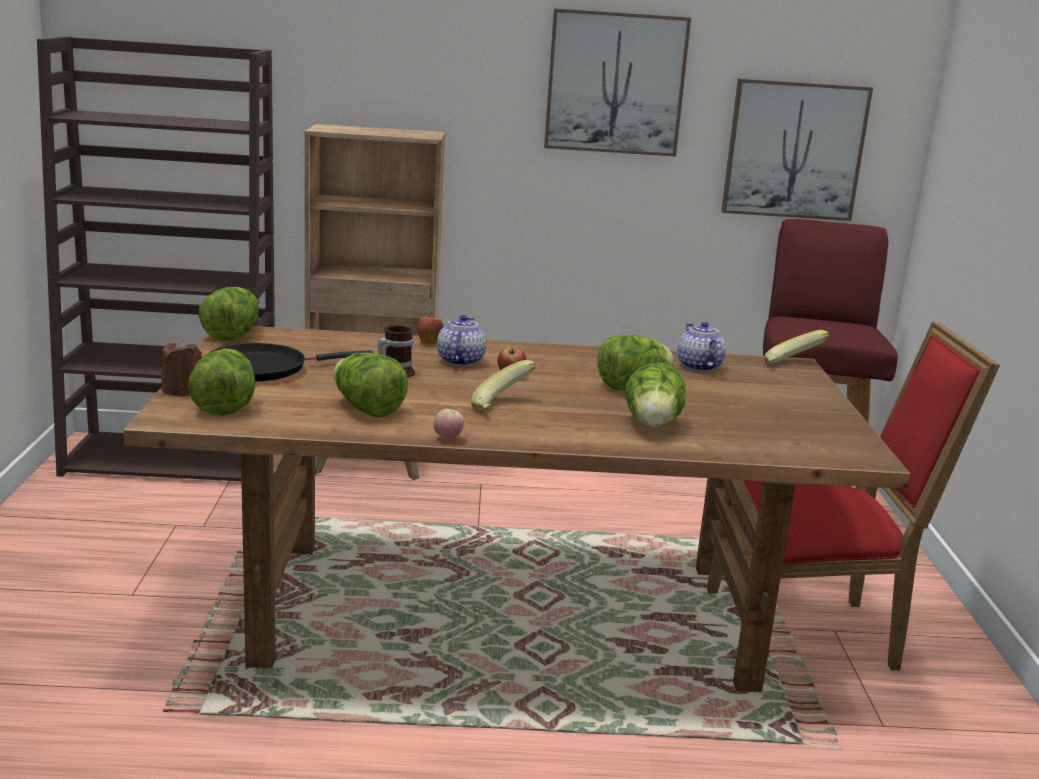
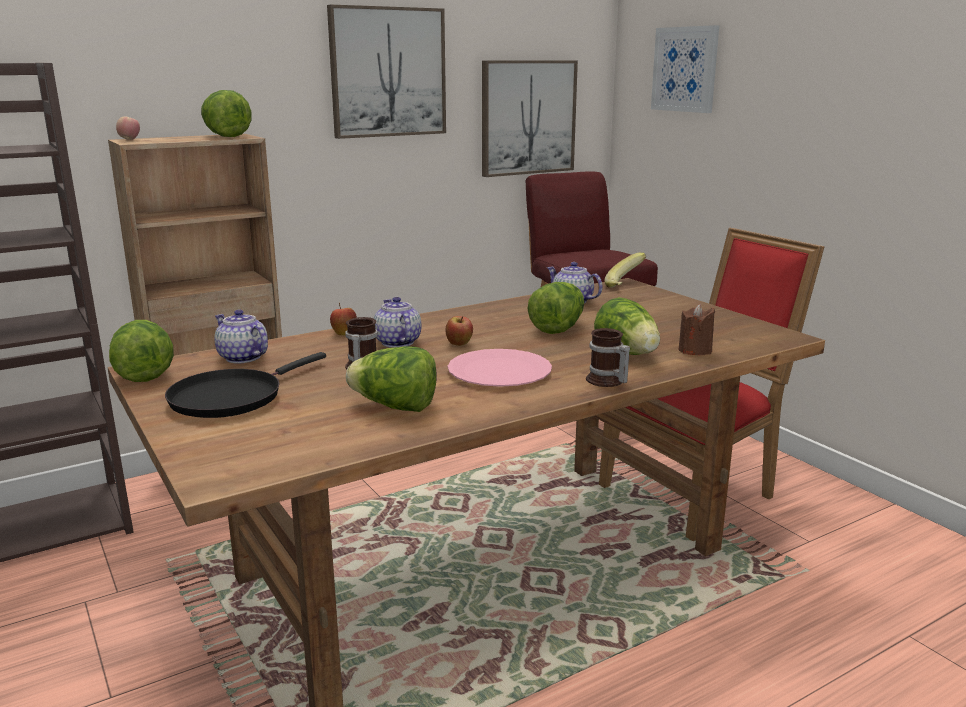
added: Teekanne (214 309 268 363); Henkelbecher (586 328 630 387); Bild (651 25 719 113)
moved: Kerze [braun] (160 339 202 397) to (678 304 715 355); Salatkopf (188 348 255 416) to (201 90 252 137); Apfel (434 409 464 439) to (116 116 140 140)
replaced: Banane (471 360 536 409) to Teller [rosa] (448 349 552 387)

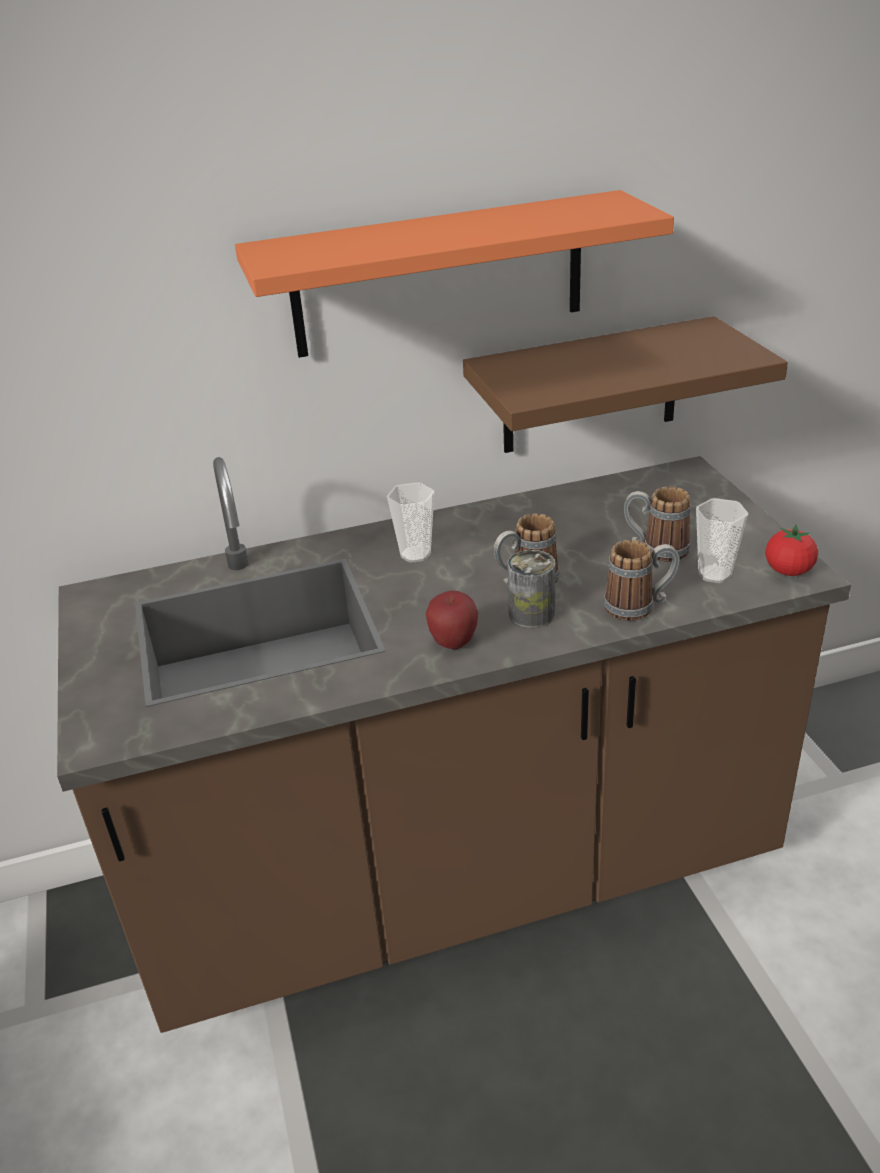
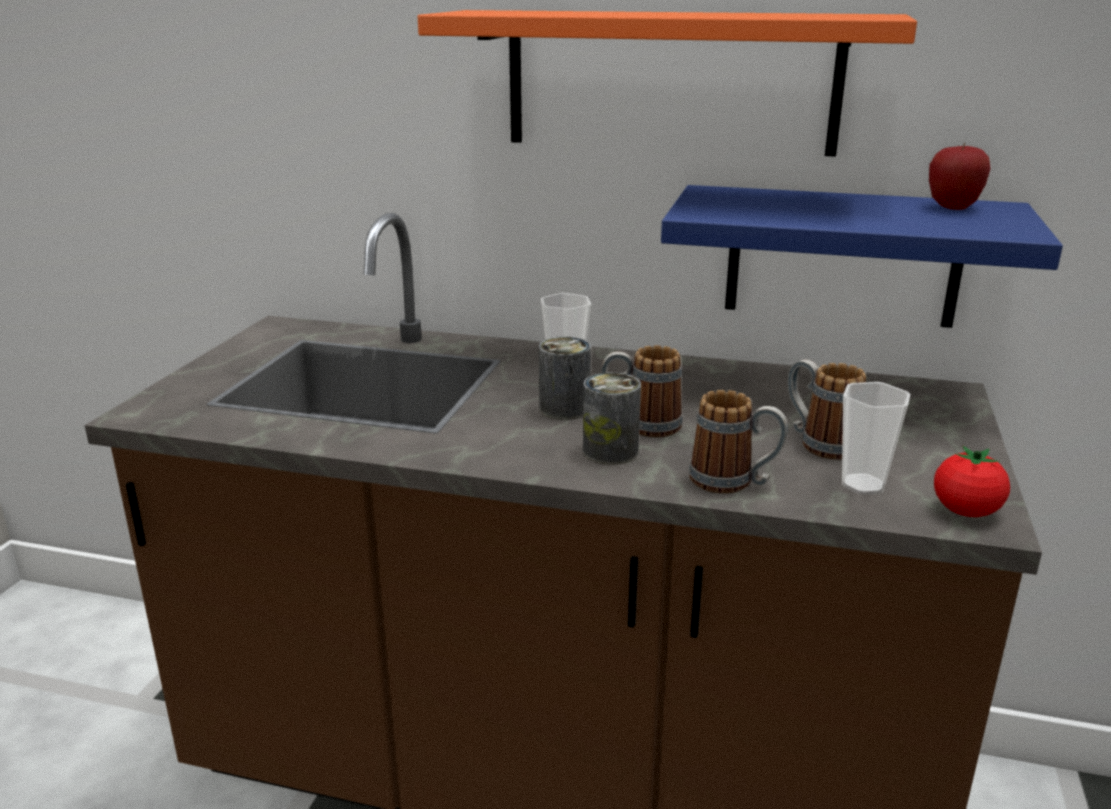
added: Dose (539 337 591 420)
moved: Apfel (426 590 478 649) to (929 143 990 210)
recoloured: Wandregal [braun] (463 316 788 453) to Wandregal [blau] (661 185 1063 328)

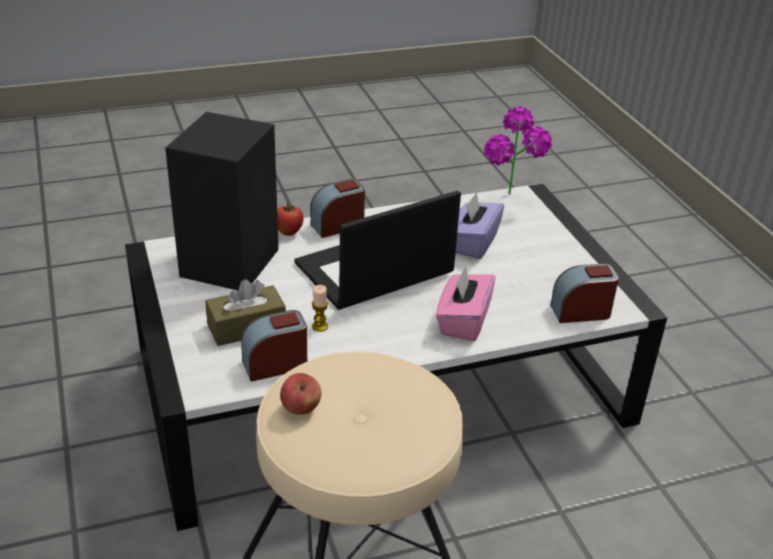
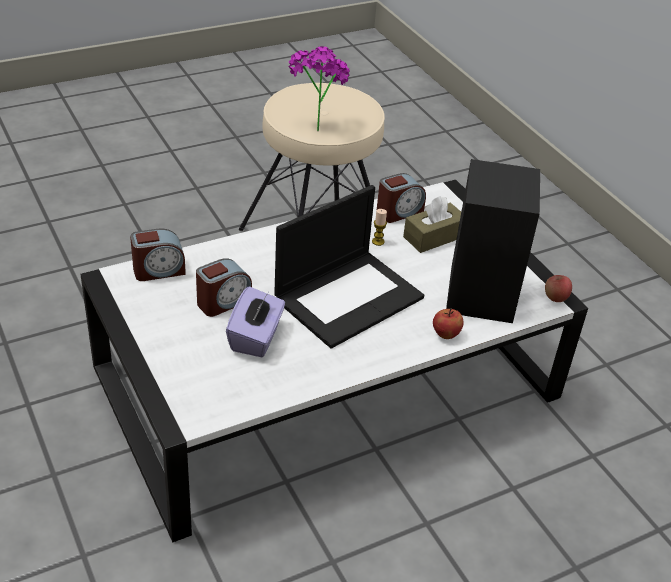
removed: Taschentuchbox [rosa] (436 266 495 341)
moved: Apfel (280 373 321 415) to (545 275 572 302); Wecker (311 179 365 238) to (196 258 252 317); Topfpflanze (484 106 552 195) to (289 46 350 132)

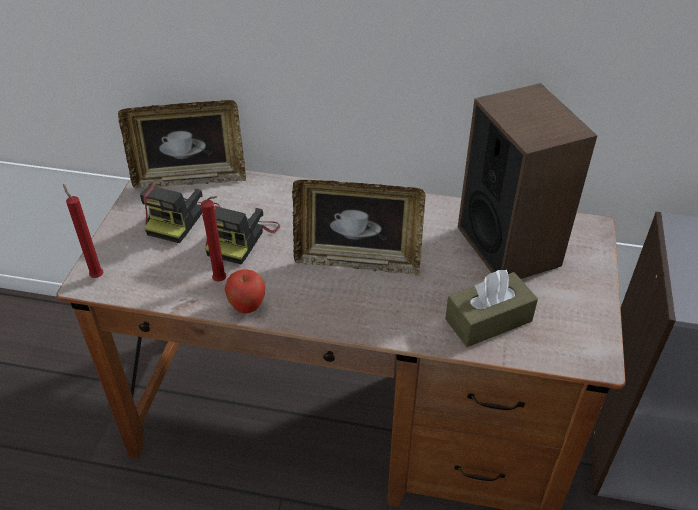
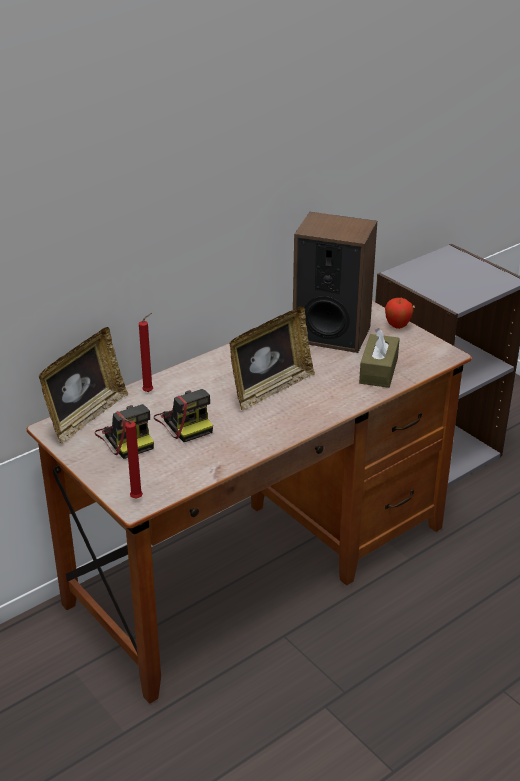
moved: Kerze [rot] (201 196 227 282) to (139 313 153 392); Apfel (225 269 265 314) to (385 298 413 329)

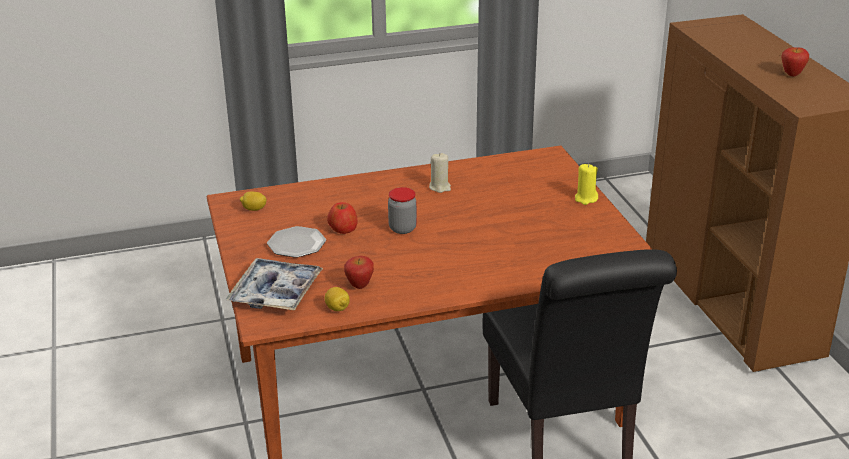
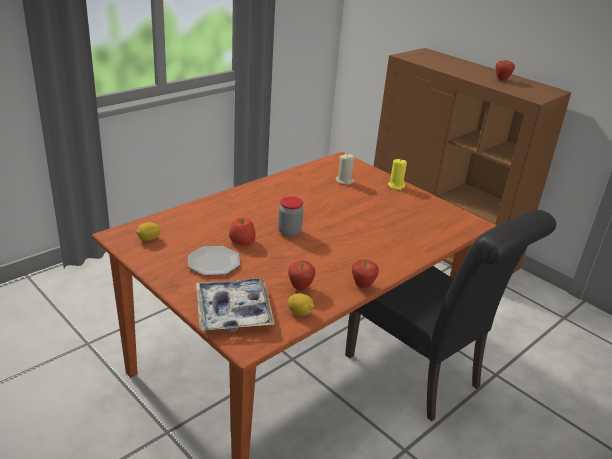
added: Apfel (352 259 379 288)
moved: Kerze [beige] (429 153 451 193) to (335 154 355 185)

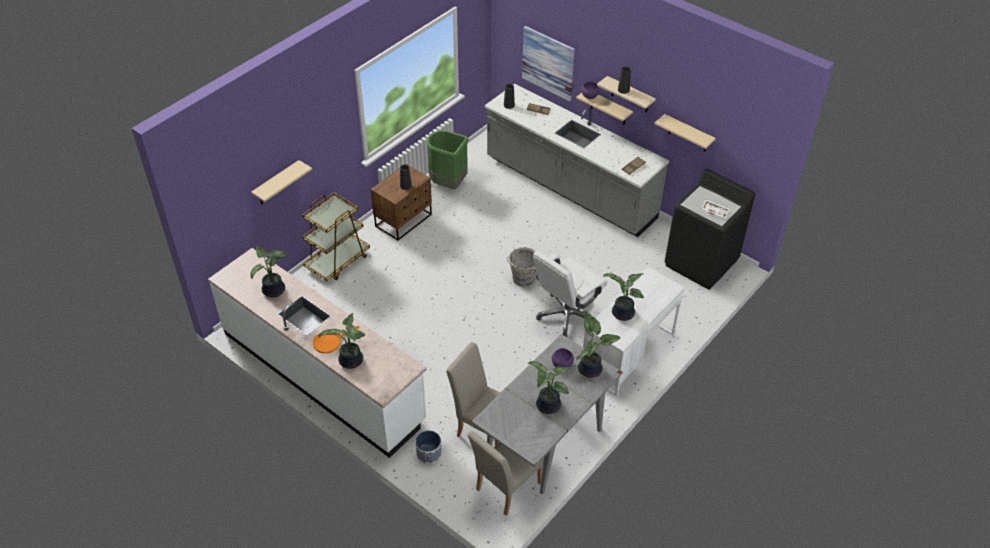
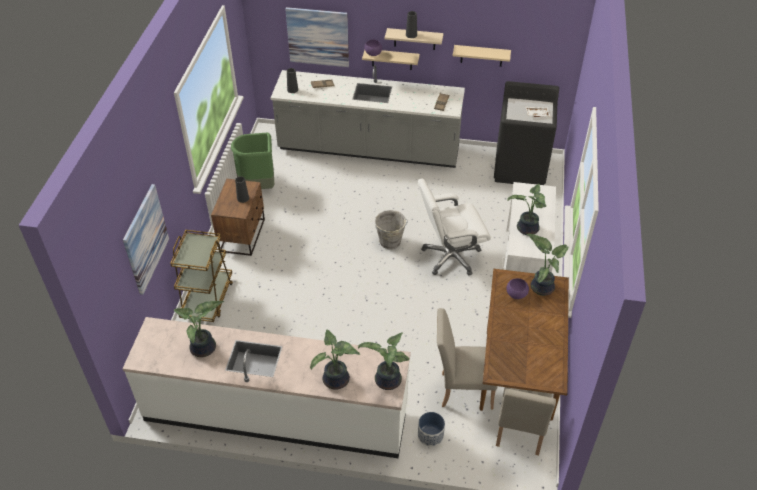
removed: Pfanne [orange] (313 326 359 354)
moved: Topfpflanze (528 361 572 414) to (358 332 409 390)
replaced: Wandregal [beige] (251 160 312 204) to Bild (123 184 169 295)
recoloured: Esstisch [grau] (471 334 623 494) to Esstisch [braun] (479 269 569 421)
turned: Bürostuhl [weiß] (533 251 608 337) = (418 179 491 276) 60 degrees clockwise

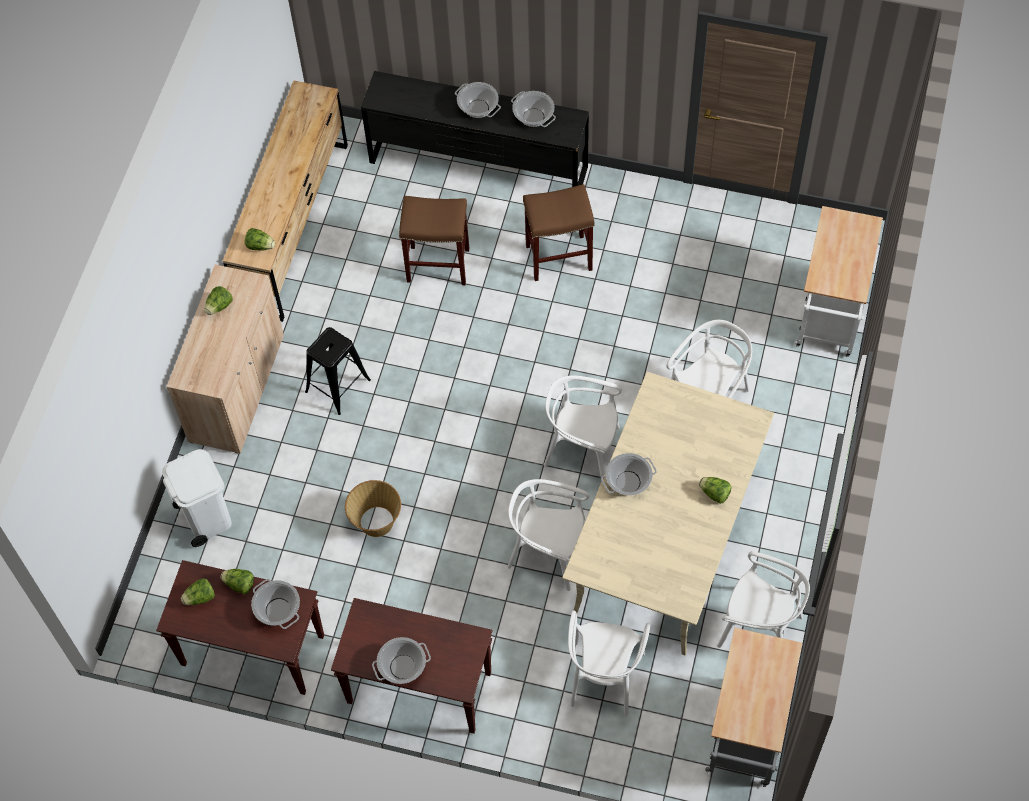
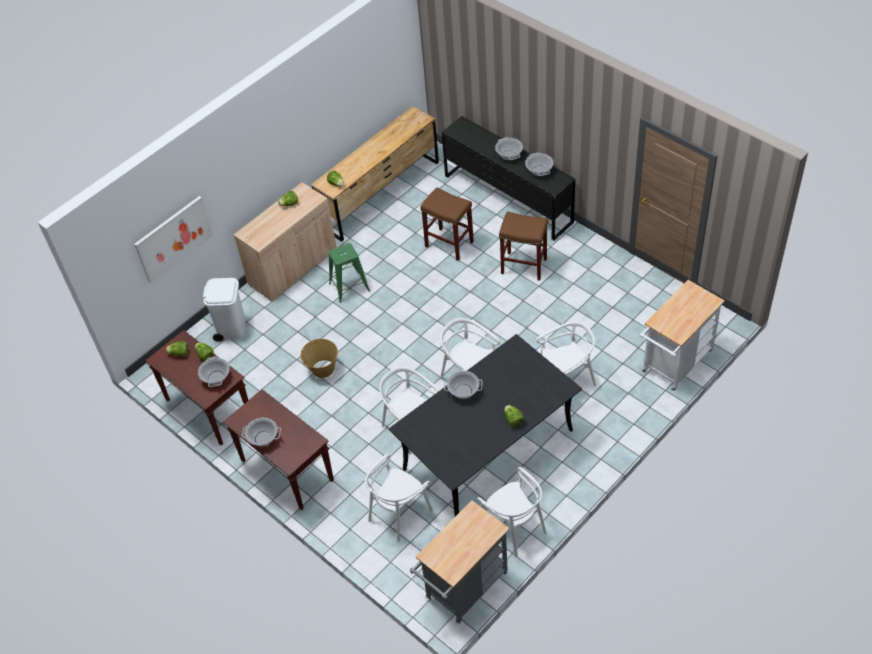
added: Bild (134 196 213 283)
recoloured: Hocker [schwarz] (305 327 371 415) to Hocker [grün] (329 243 370 303); Esstisch [beige] (562 372 774 655) to Esstisch [schwarz] (389 334 582 517)

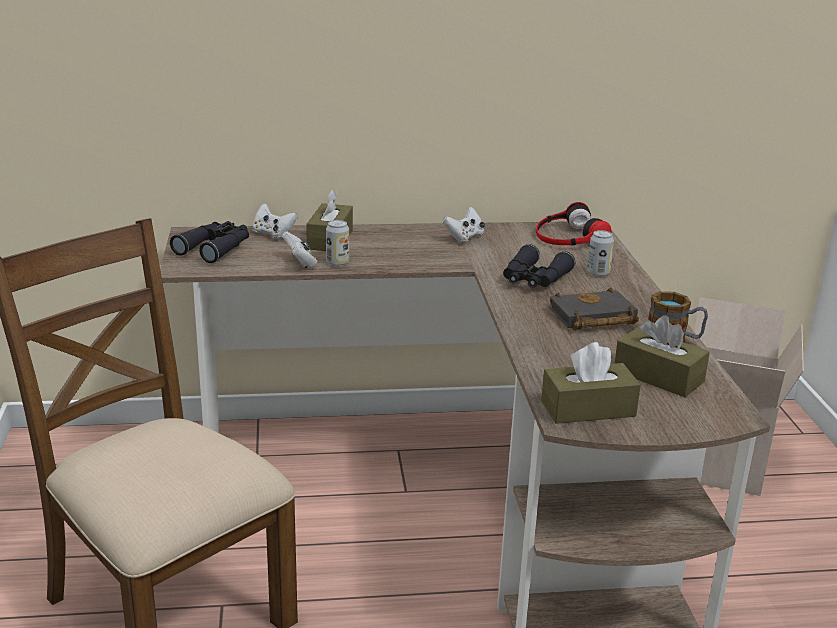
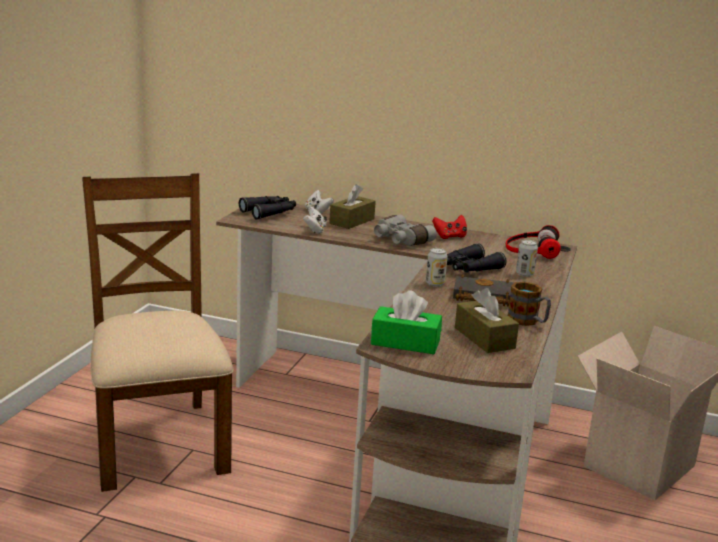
added: Fernglas [grau] (374 215 437 246)
moved: Dose (326 220 349 266) to (426 248 448 287)
recoloured: Gamepad [weiß] (443 207 485 243) to Gamepad [rot] (432 215 467 239); Taschentuchbox [braun] (541 342 641 424) to Taschentuchbox [grün] (371 290 442 354)

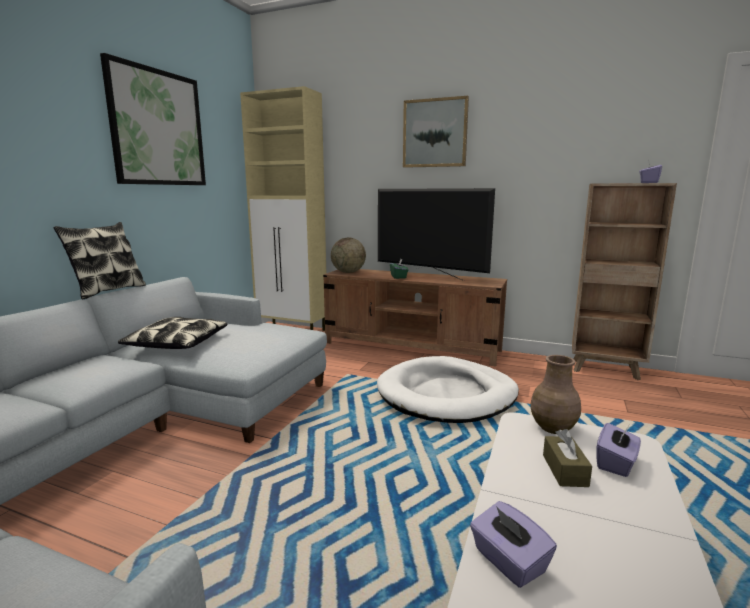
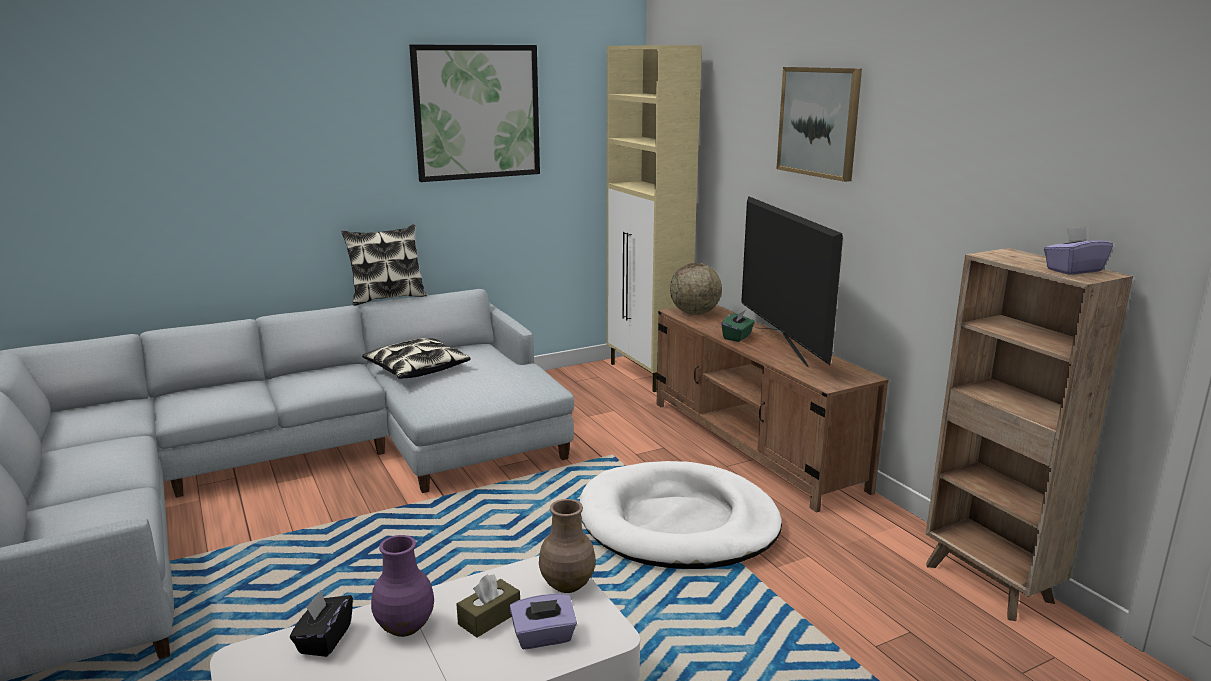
added: Vase [lila] (371 535 434 637)
recoloured: Taschentuchbox [lila] (470 501 557 588) to Taschentuchbox [schwarz] (290 590 353 657)

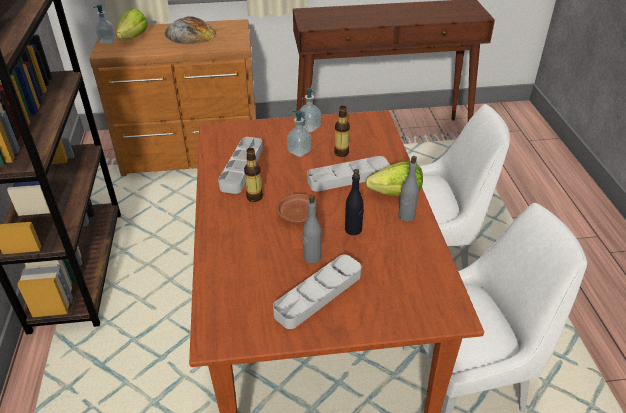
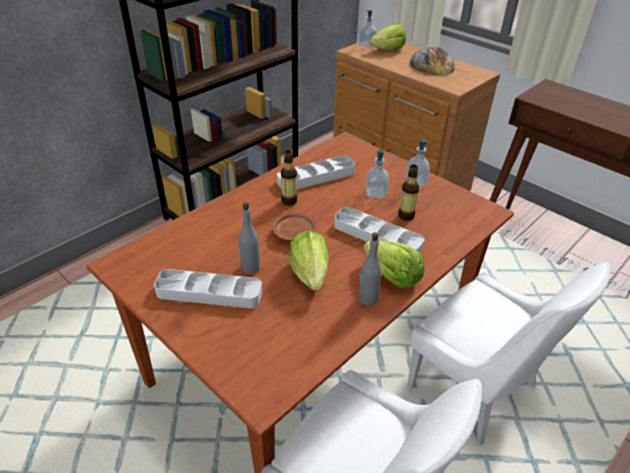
replaced: Flasche [schwarz] (345 169 364 235) to Salatkopf (289 231 329 290)

